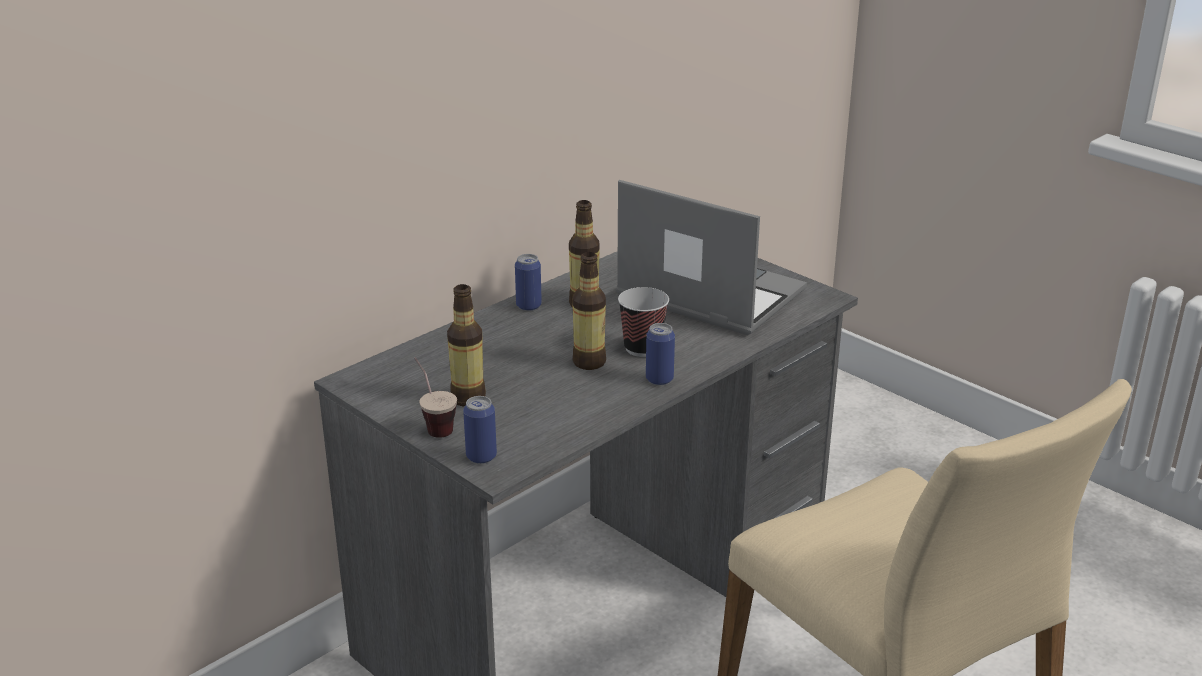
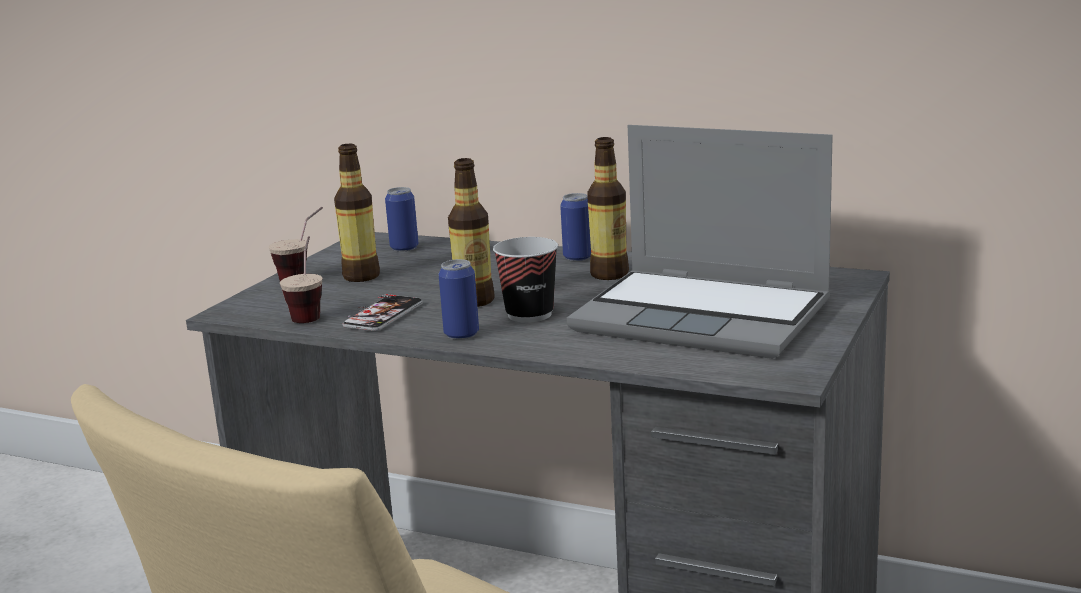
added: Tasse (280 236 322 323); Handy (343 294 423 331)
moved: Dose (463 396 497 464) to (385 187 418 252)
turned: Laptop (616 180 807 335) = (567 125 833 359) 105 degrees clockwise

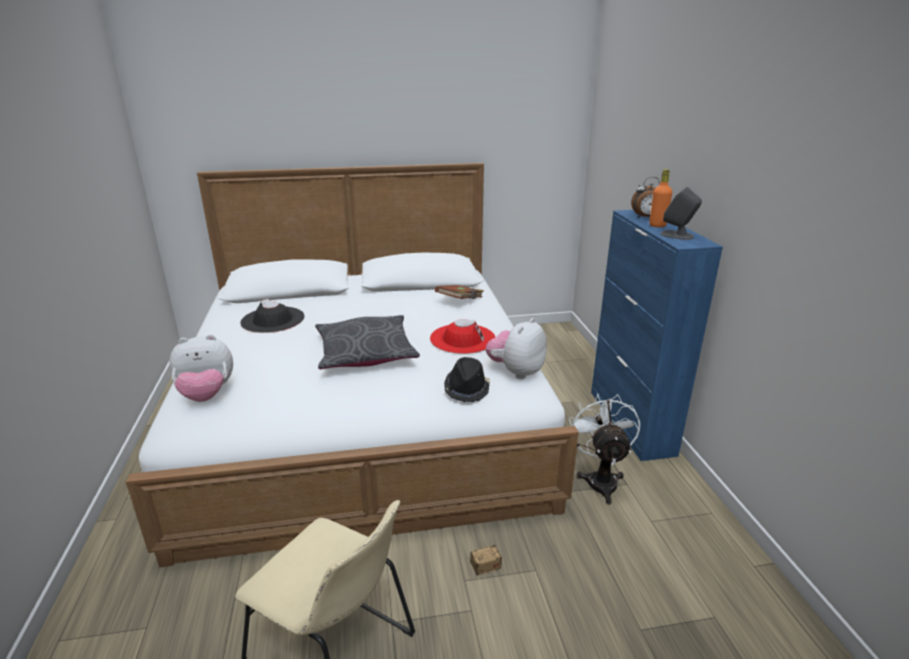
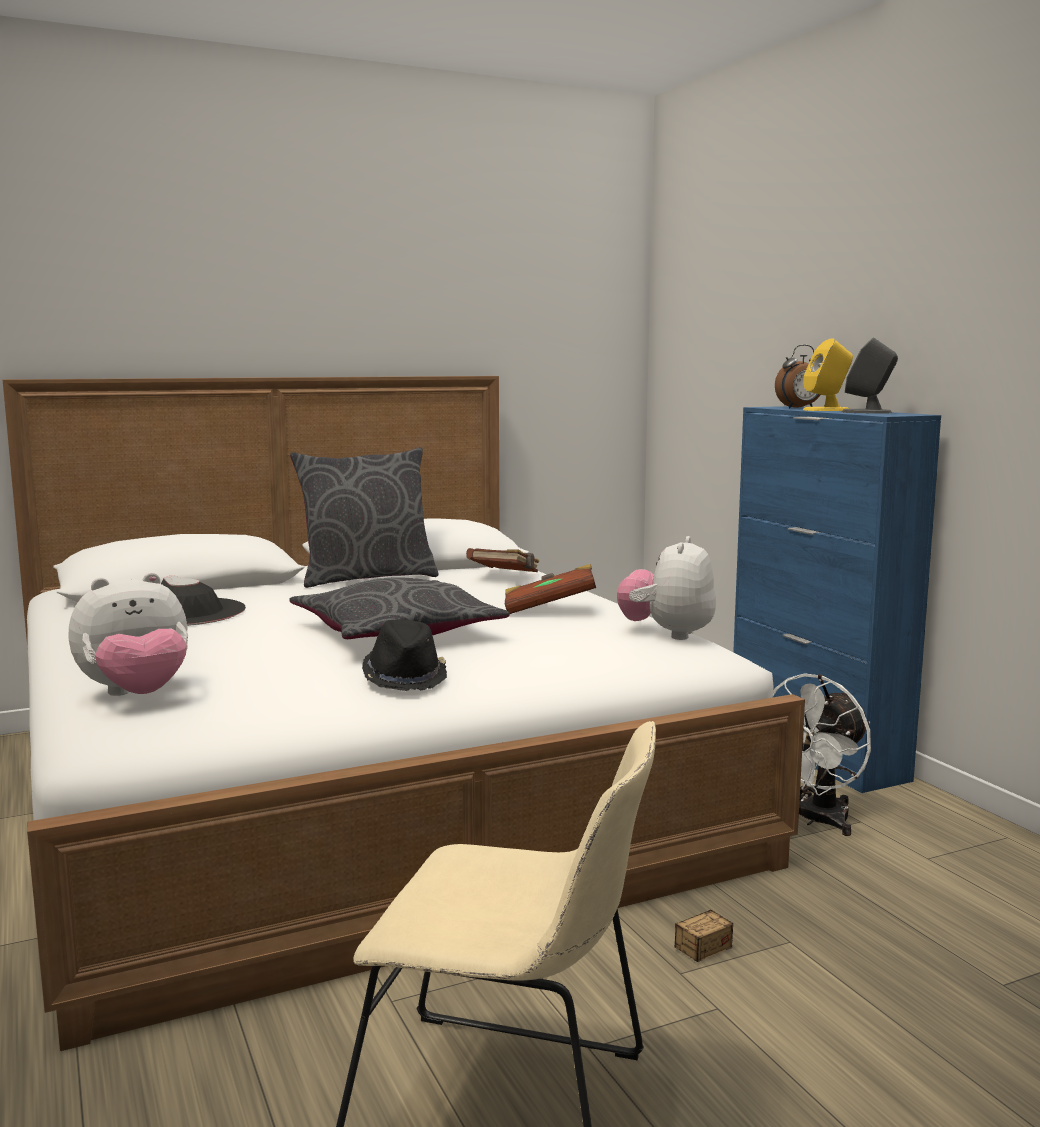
added: Kissen [grau] (290 447 438 588)
moved: Hut [schwarz] (444 357 490 402) to (362 619 447 691)
replaced: Hut [rot] (430 319 496 354) to Buch [braun] (504 564 596 614); Flasche [orange] (649 169 672 227) to Lautsprecher [gelb] (803 339 853 411)
turned: Ventilator [weiß] (569 393 640 505) = (773 673 871 836) 120 degrees counterclockwise

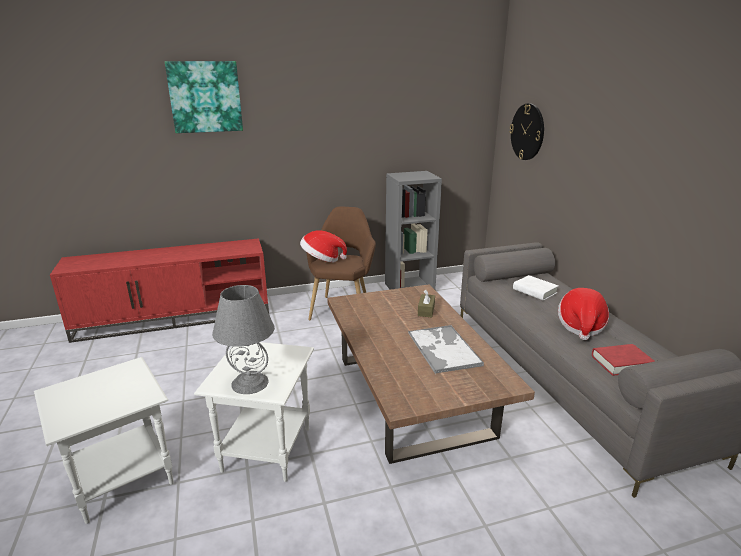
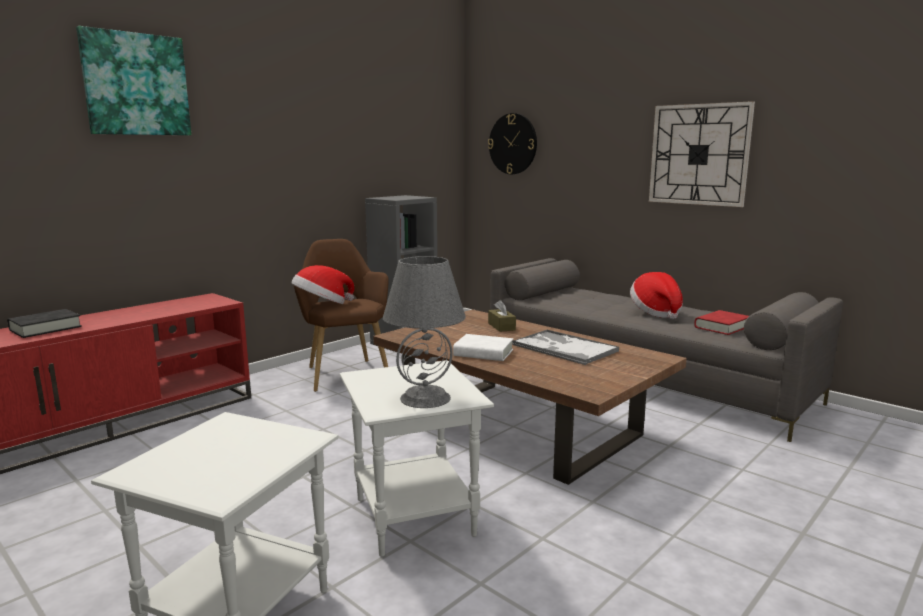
added: Buch [schwarz] (7 309 82 338); Wanduhr (649 101 755 207)
moved: Buch [weiß] (513 275 558 300) to (453 334 513 361)

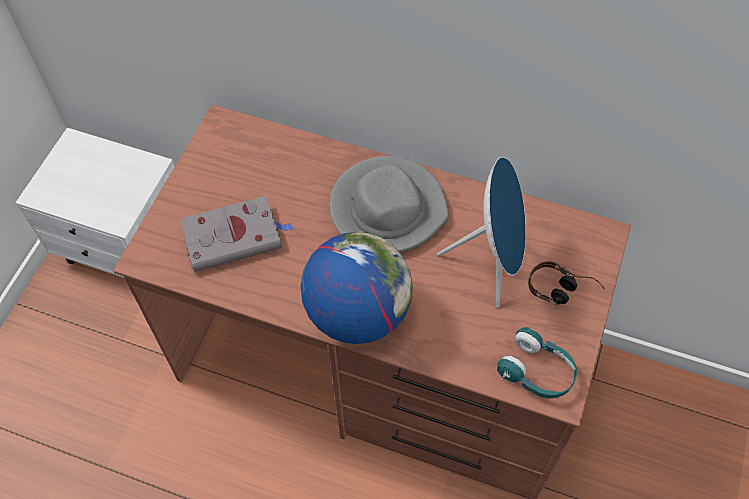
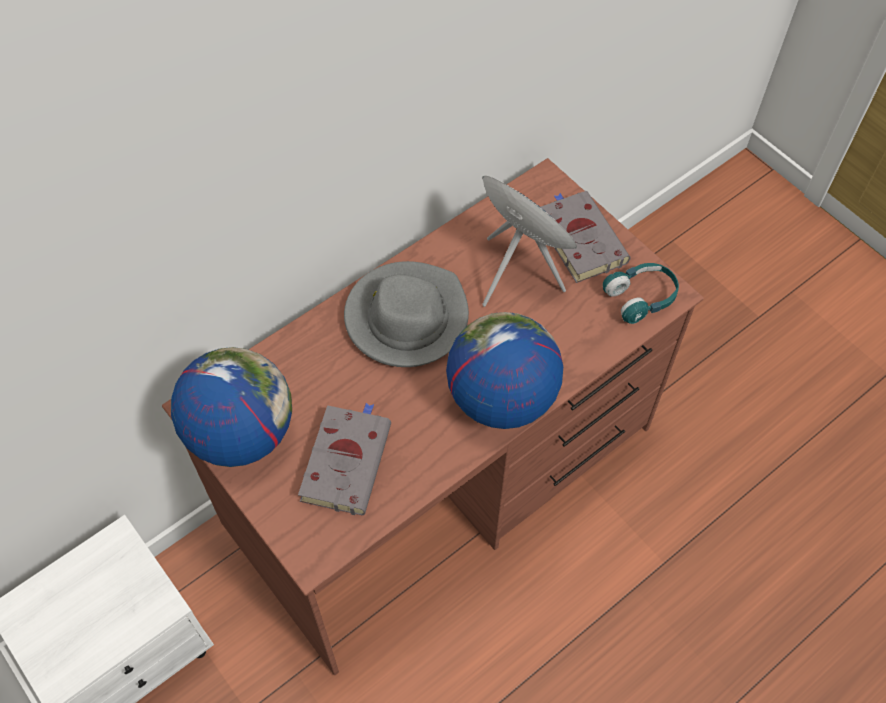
added: Globus (171 347 292 467)
replaced: Kopfhörer (528 261 605 305) to Buch [grau] (541 191 631 283)

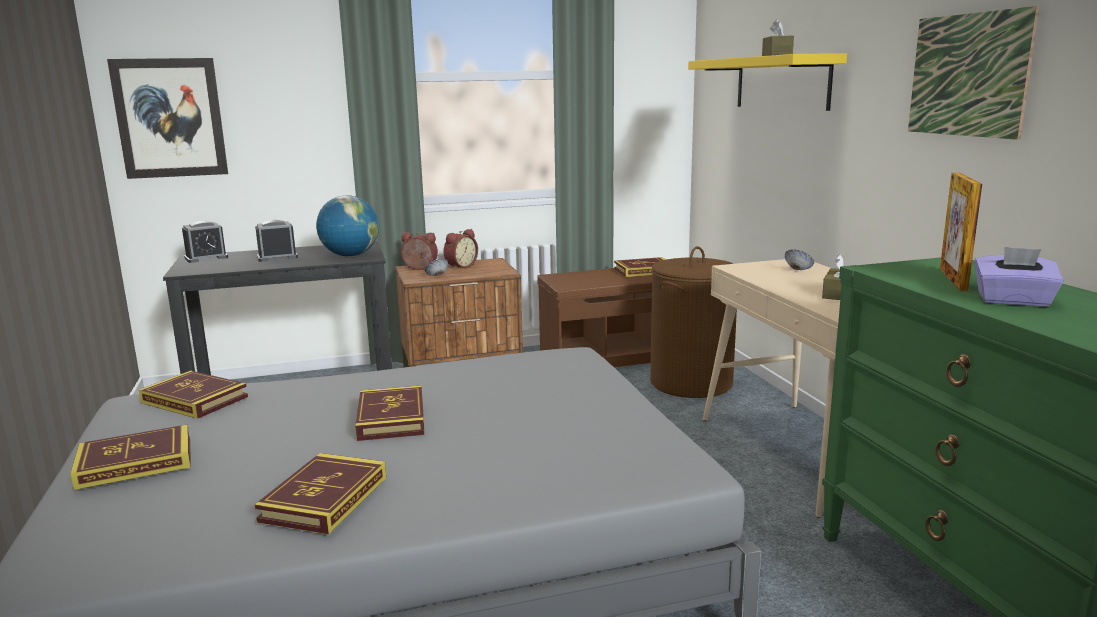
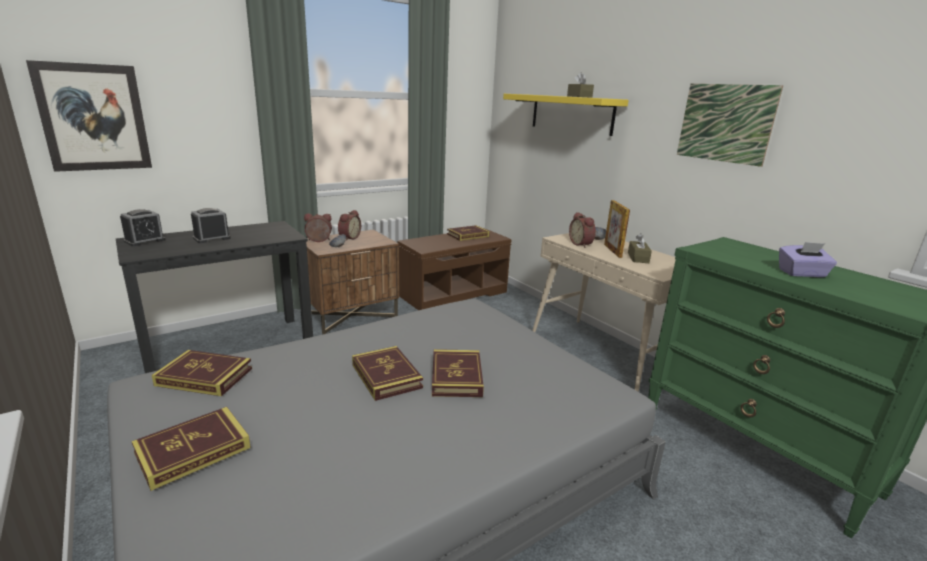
removed: Globus (316 195 379 257); Wäschekorb [braun] (650 246 737 398)
added: Wecker (569 212 596 248)
moved: Buch (254 453 386 534) to (432 349 484 397); Bilderrahmen (940 173 982 291) to (604 200 630 258)

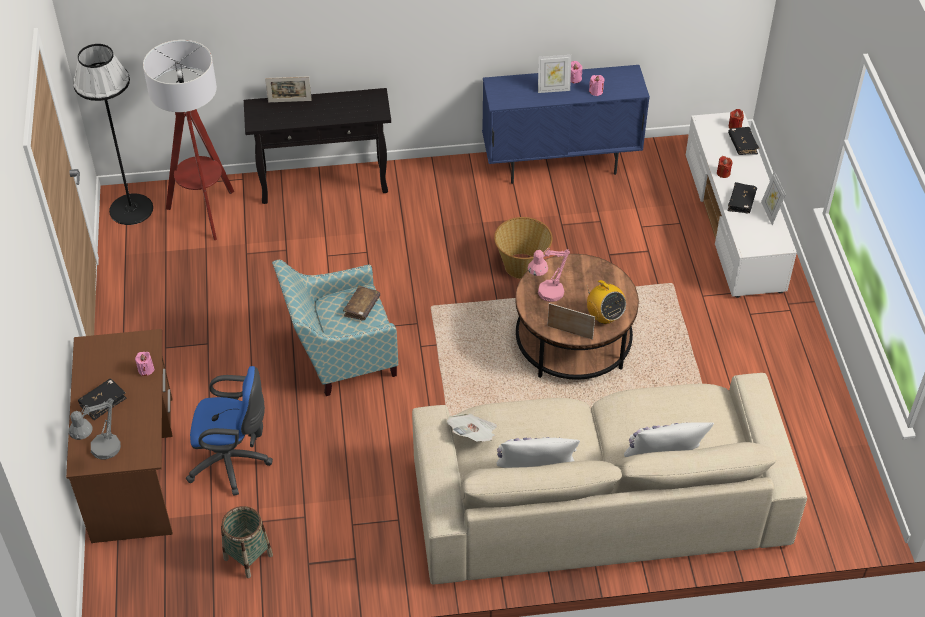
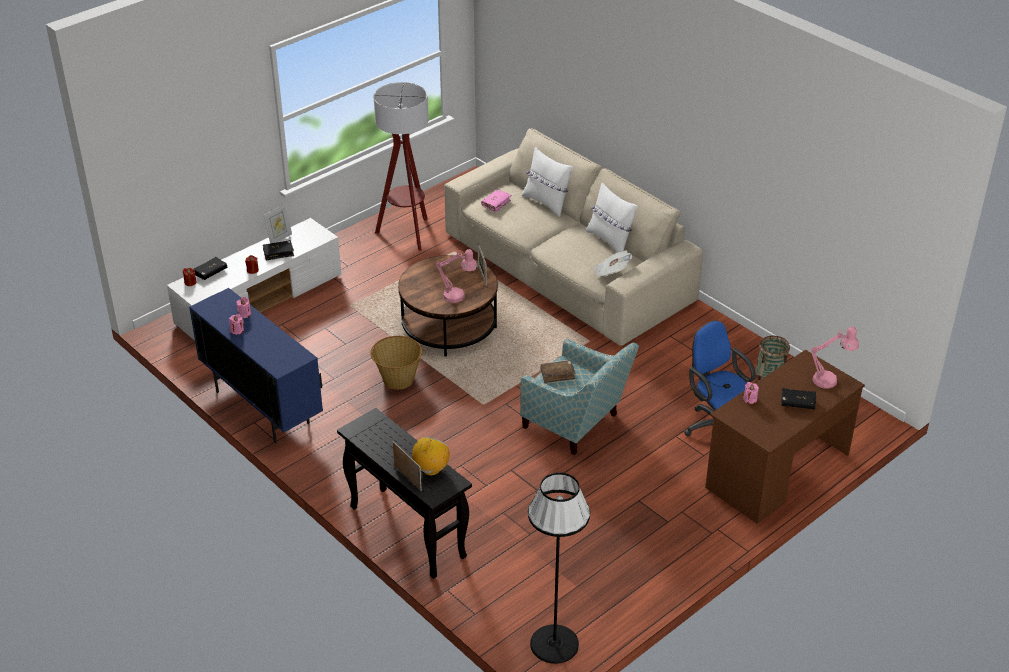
removed: Bilderrahmen (538 55 571 93)
added: Buch [rosa] (481 189 511 213)
moved: Stehlampe (143 40 234 240) to (374 82 429 251); Radio (586 280 626 324) to (412 437 450 476)
recoloured: Tischlampe [grau] (69 398 121 459) to Tischlampe [rosa] (810 326 859 389)

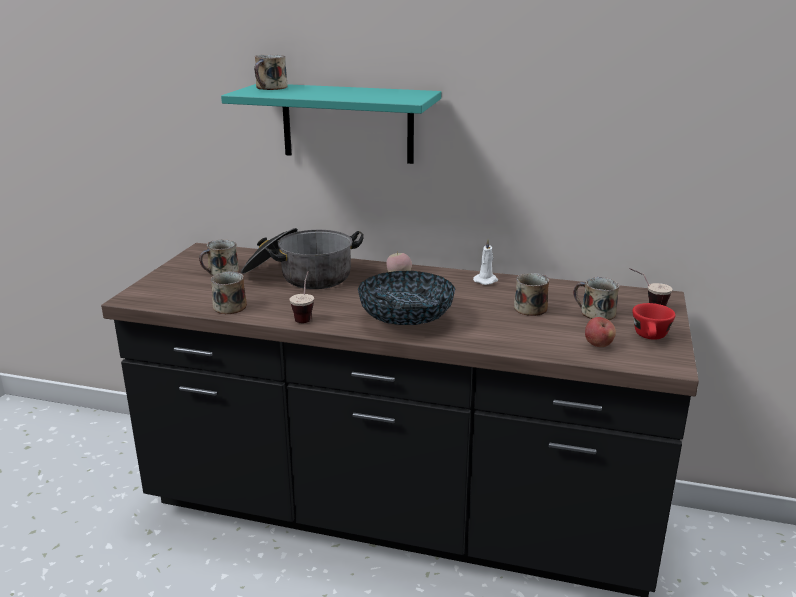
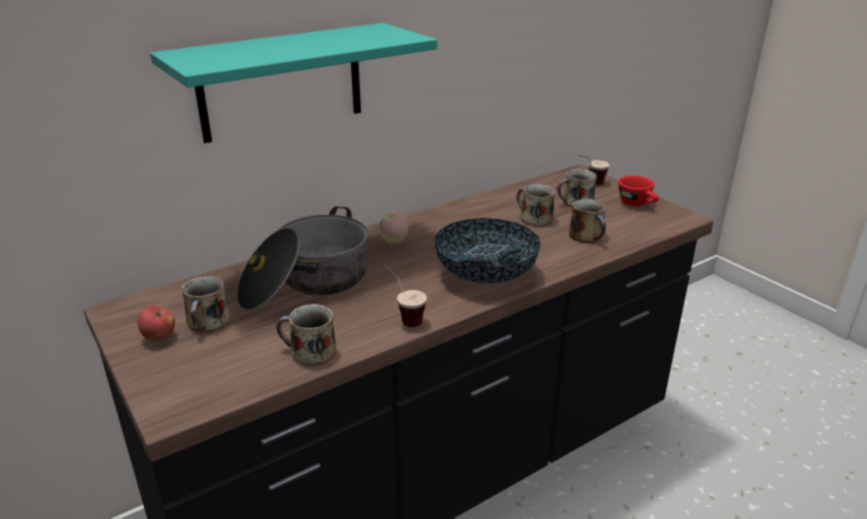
removed: Kerze [weiß] (473 239 498 285)
moved: Henkelbecher (254 55 288 90) to (569 199 606 243); Apfel (585 317 616 347) to (138 306 175 340)

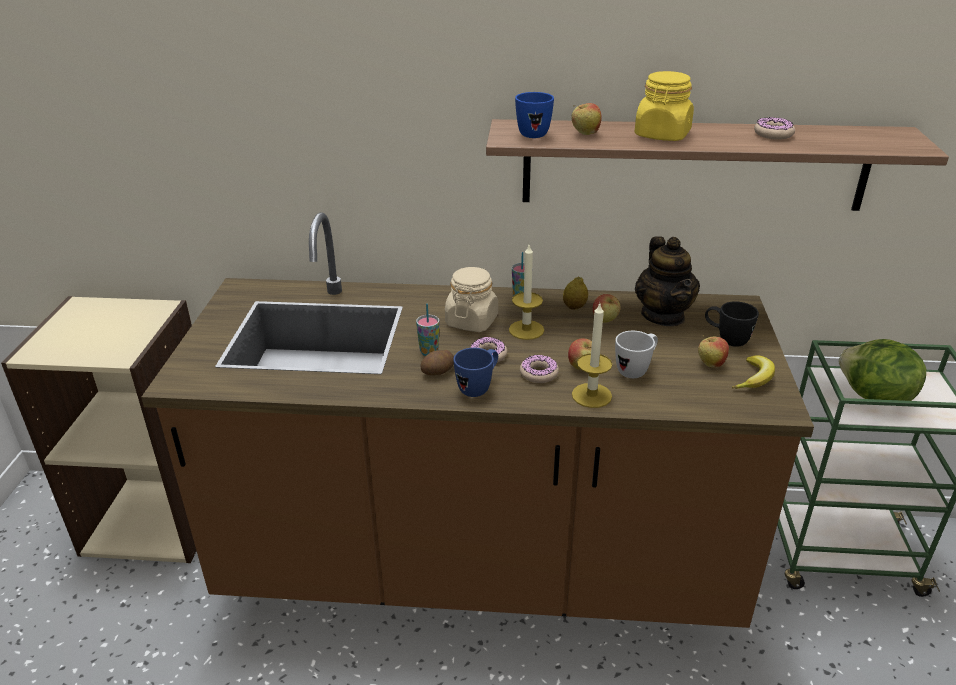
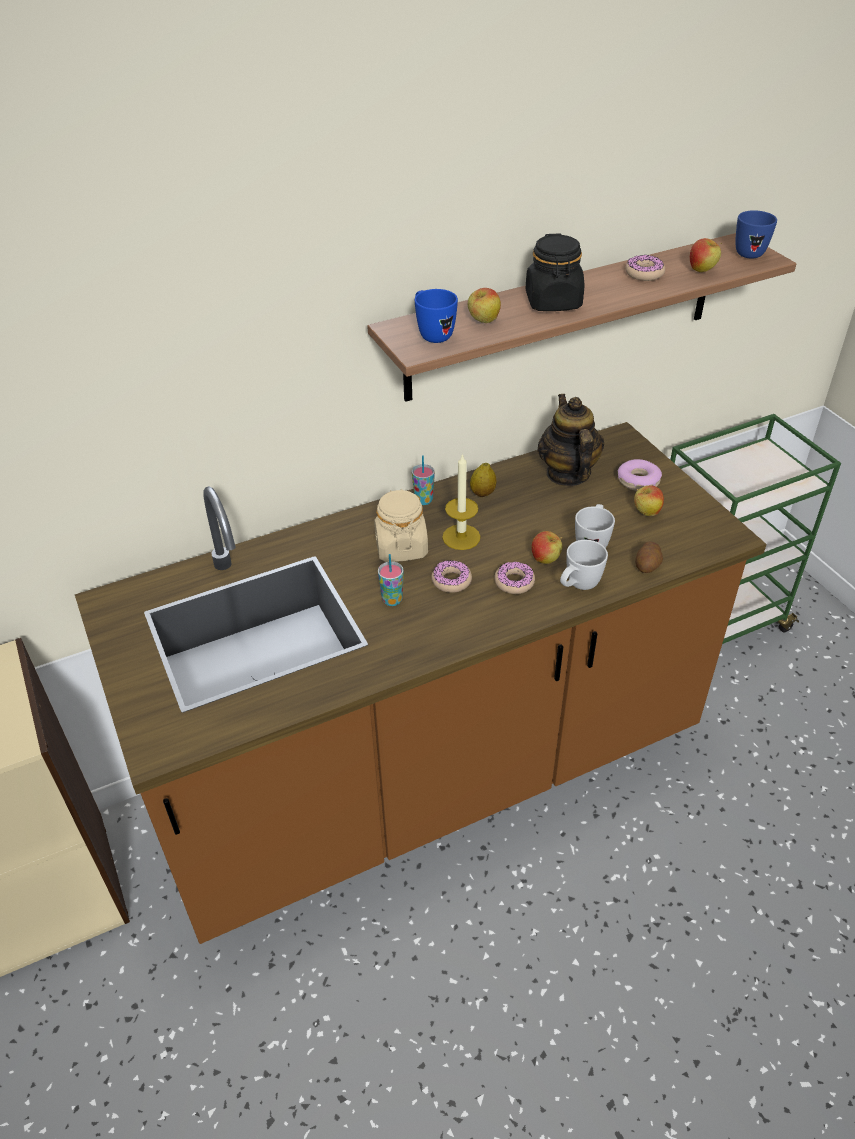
removed: Banane (732 355 775 389); Salatkopf (838 339 926 401)
moved: Kartoffel (420 350 454 375) to (635 541 663 573); Henkelbecher [blau] (453 348 498 397) to (736 210 777 259); Apfel (593 294 621 323) to (690 238 722 272)
replaced: Kerze (572 304 612 408) to Henkelbecher [weiß] (560 540 608 590); Henkelbecher [schwarz] (705 301 759 347) to Donut (618 459 662 491)
recoloured: Vorratsglas [gelb] (635 71 694 141) to Vorratsglas [schwarz] (525 233 584 311)
turned: Teekanne (635 236 700 326) = (538 394 604 486) 150 degrees counterclockwise

